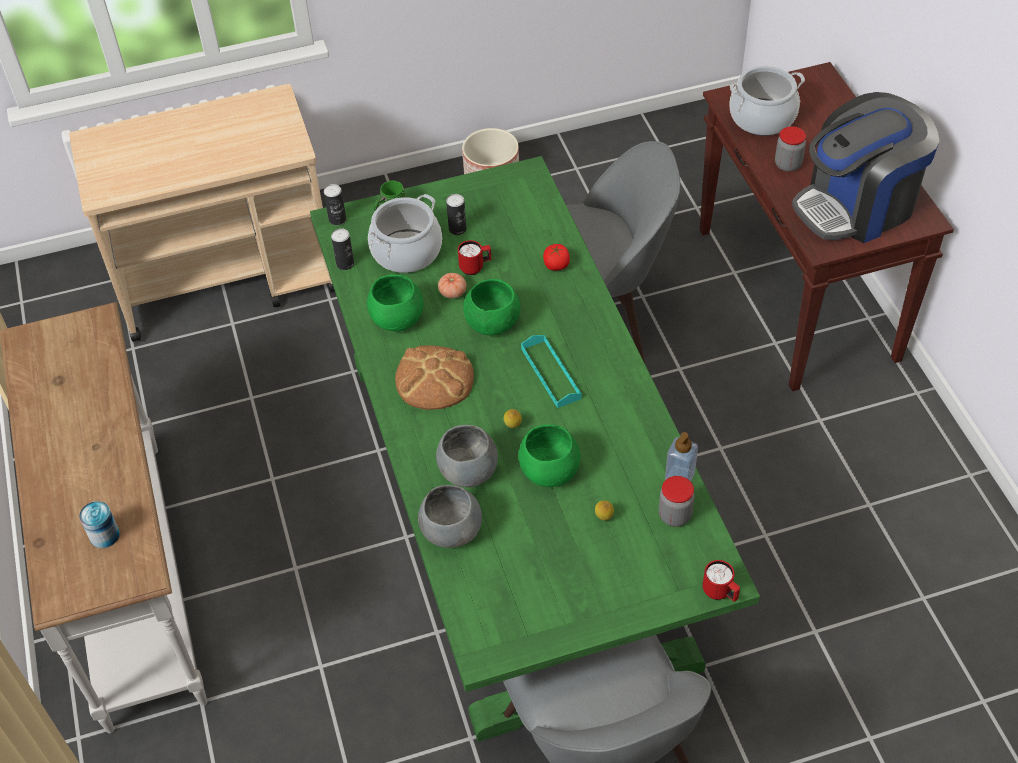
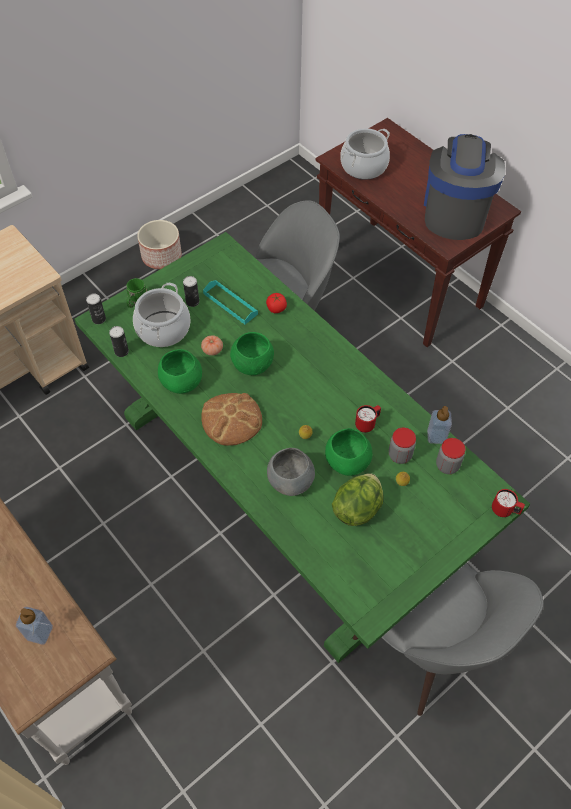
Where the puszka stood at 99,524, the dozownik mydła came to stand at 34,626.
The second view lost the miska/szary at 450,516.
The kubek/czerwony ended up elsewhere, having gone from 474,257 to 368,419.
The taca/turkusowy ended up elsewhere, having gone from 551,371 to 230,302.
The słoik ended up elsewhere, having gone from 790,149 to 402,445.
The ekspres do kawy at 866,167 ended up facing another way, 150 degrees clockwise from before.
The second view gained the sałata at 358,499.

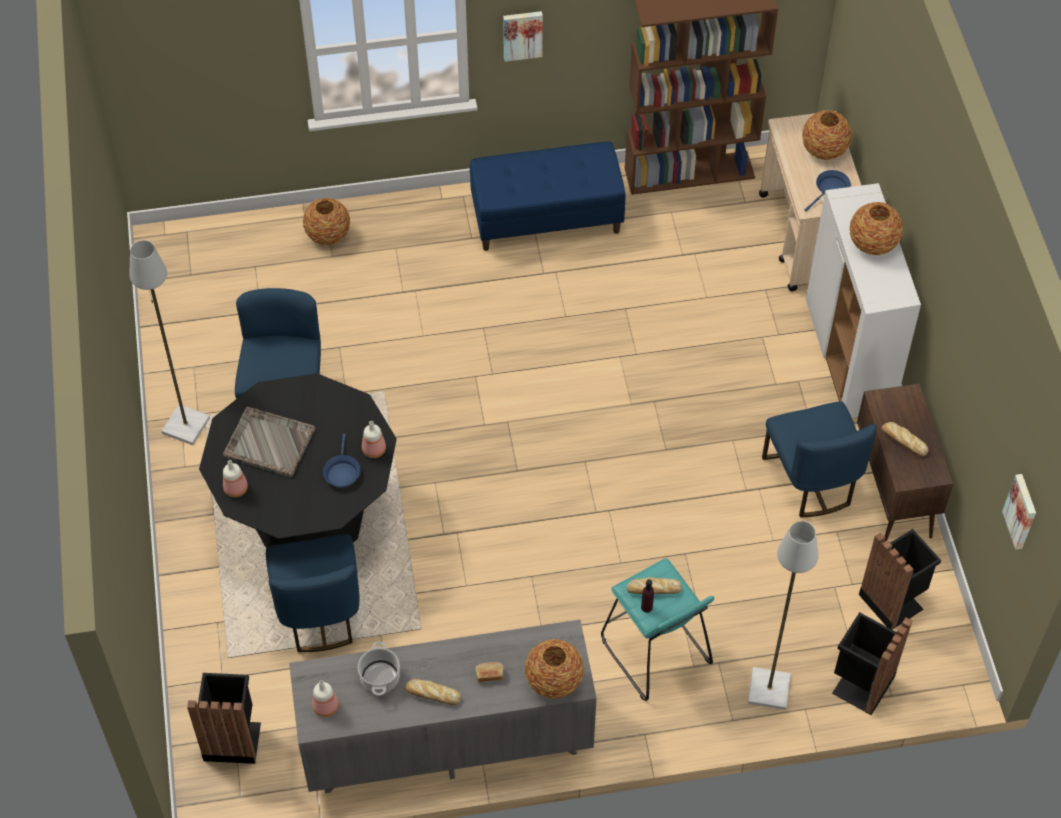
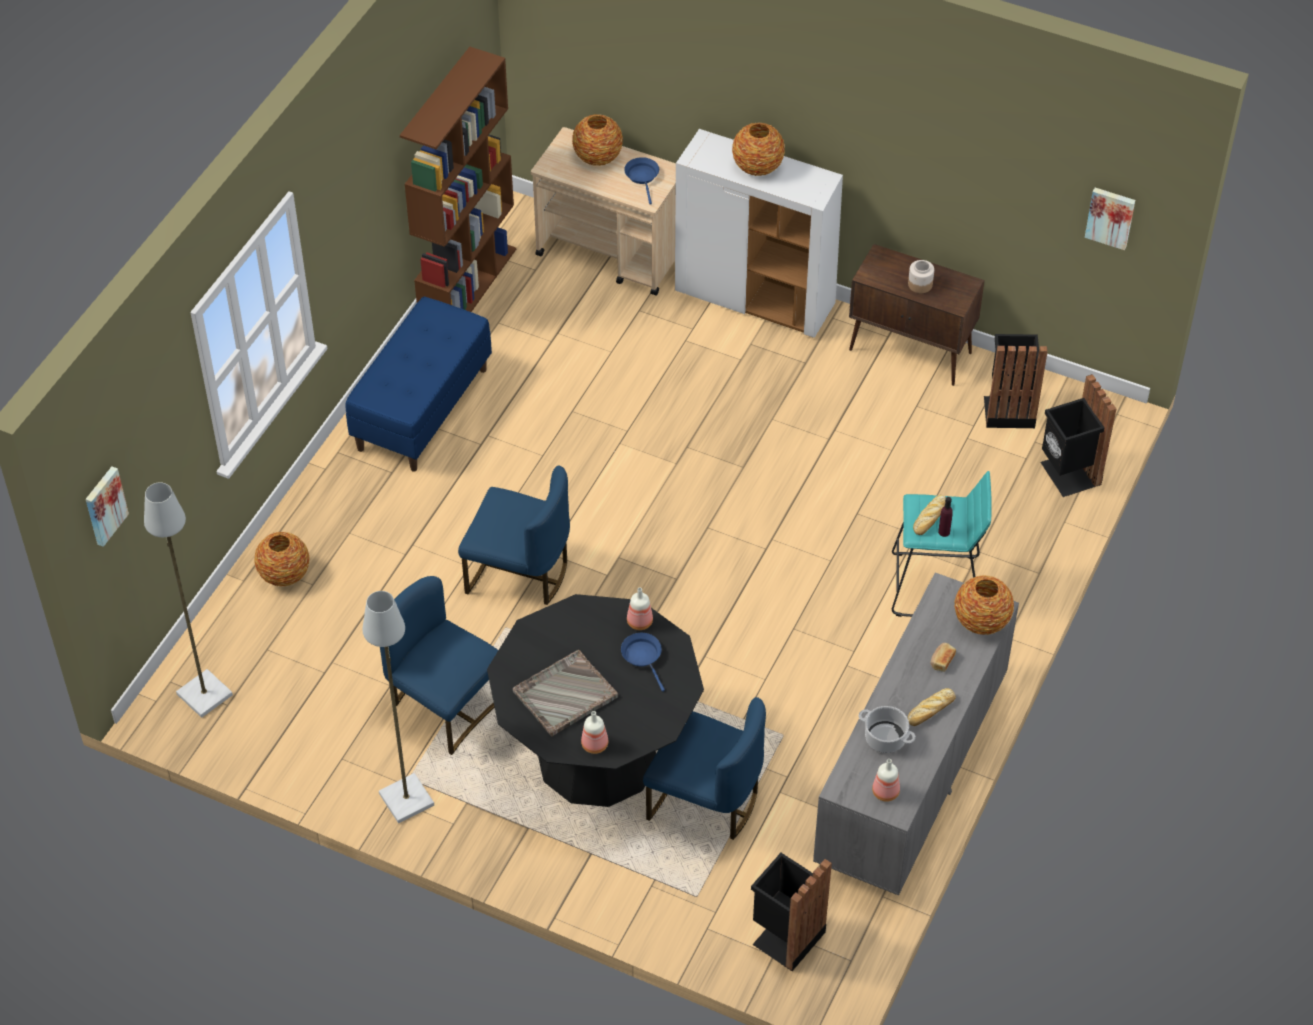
The patelnia/niebieski at 342,460 ended up facing another way, 150 degrees counterclockwise from before.
The obraz ended up elsewhere, having gone from 523,36 to 107,507.
The lampa stojąca/szary ended up elsewhere, having gone from 783,615 to 188,600.
The krzesło/niebieski ended up elsewhere, having gone from 819,459 to 514,535.
Where the chleb stood at 904,439, the słoik came to stand at 921,276.

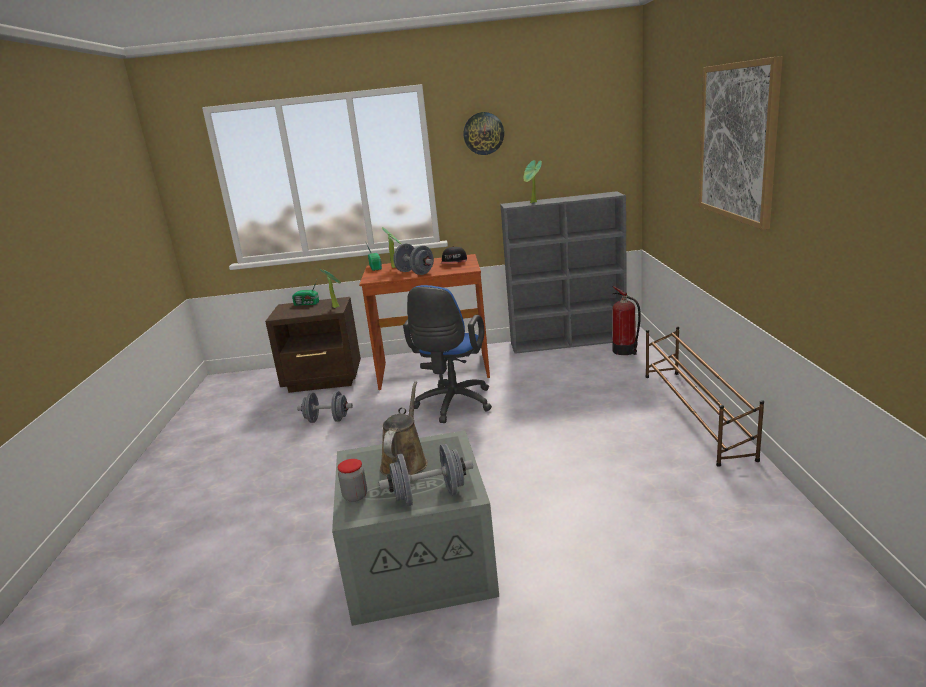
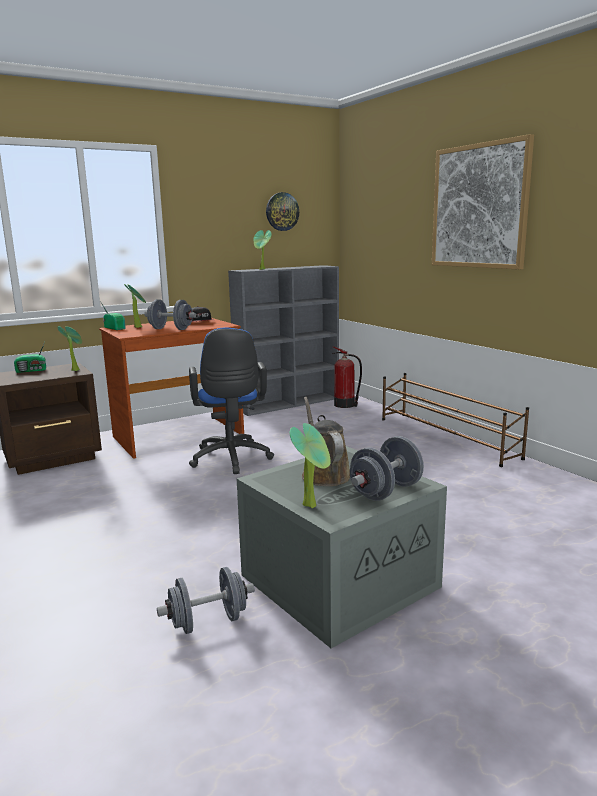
The hantel/szary ended up elsewhere, having gone from 325,407 to 206,600.
Where the słoik stood at 352,480, the roślina doniczkowa came to stand at 310,465.
The zegar ścienny ended up elsewhere, having gone from 484,133 to 282,211.

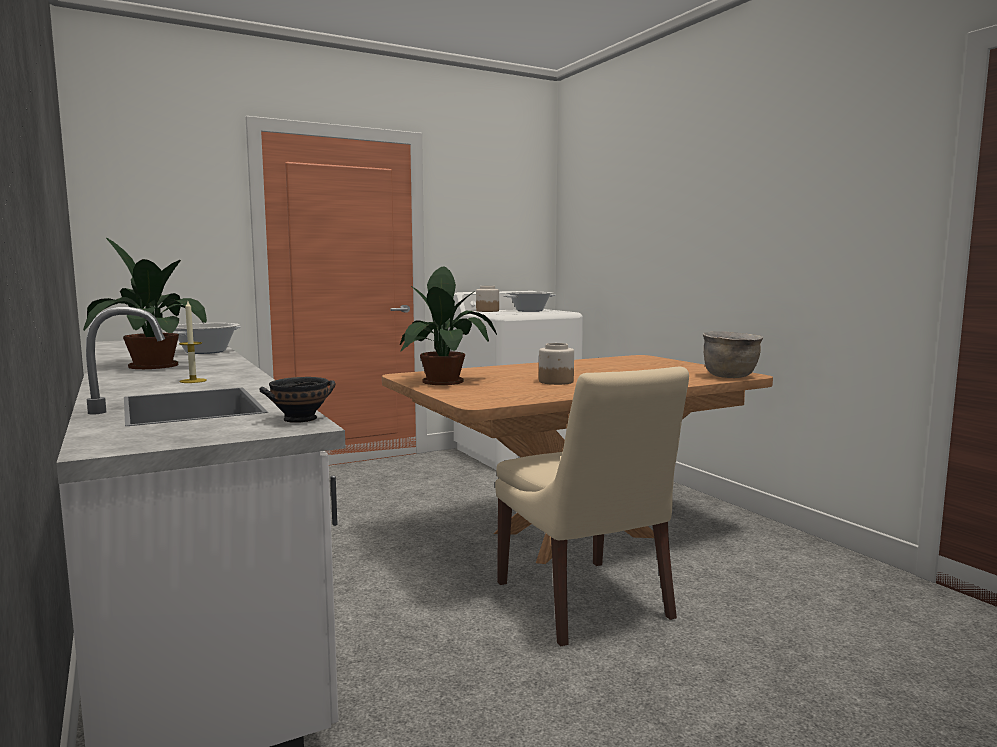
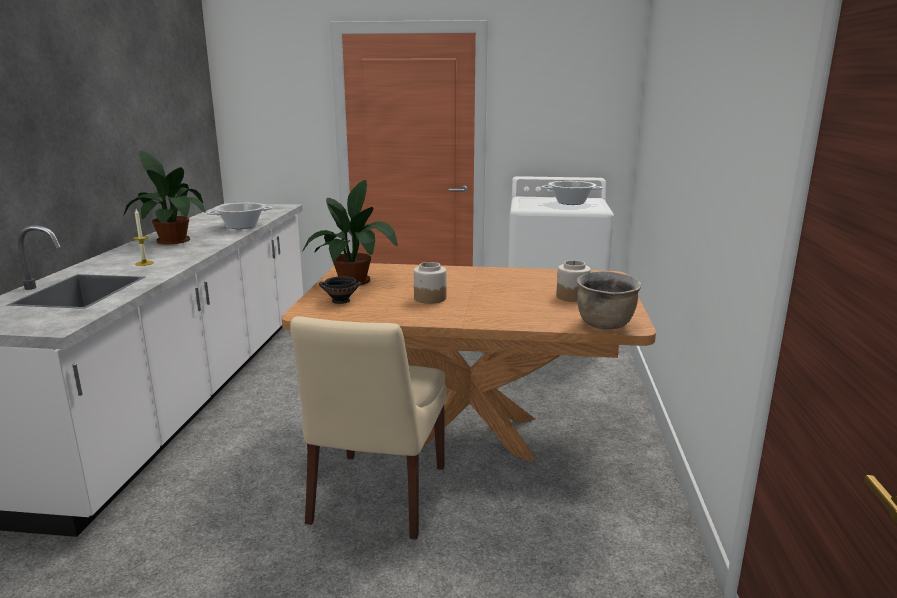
The miska/czarny ended up elsewhere, having gone from 297,400 to 340,290.
The słoik ended up elsewhere, having gone from 487,299 to 573,281.

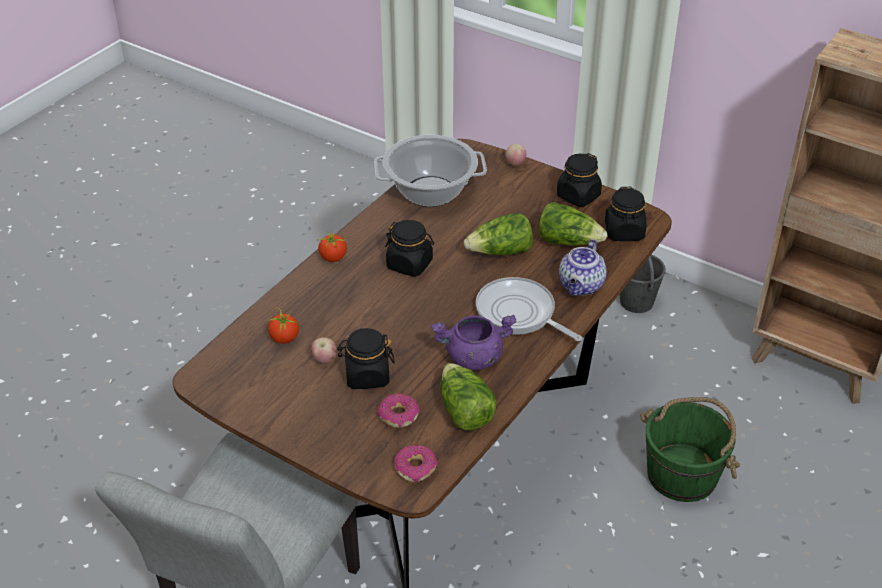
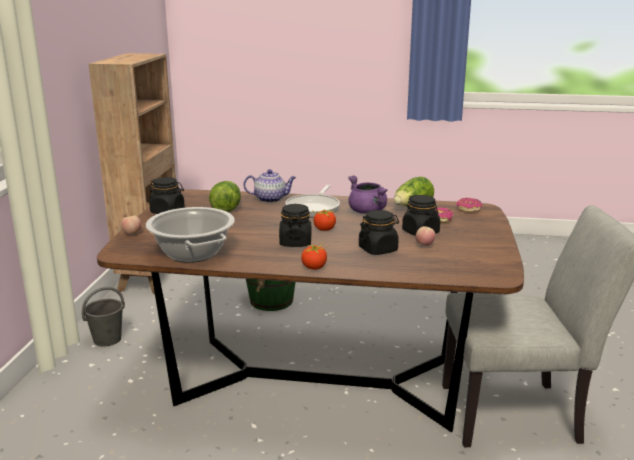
The pomidor ended up elsewhere, having gone from 282,326 to 324,220.
The second view lost the sałata at 498,234.
The słoik/czarny ended up elsewhere, having gone from 625,214 to 379,232.

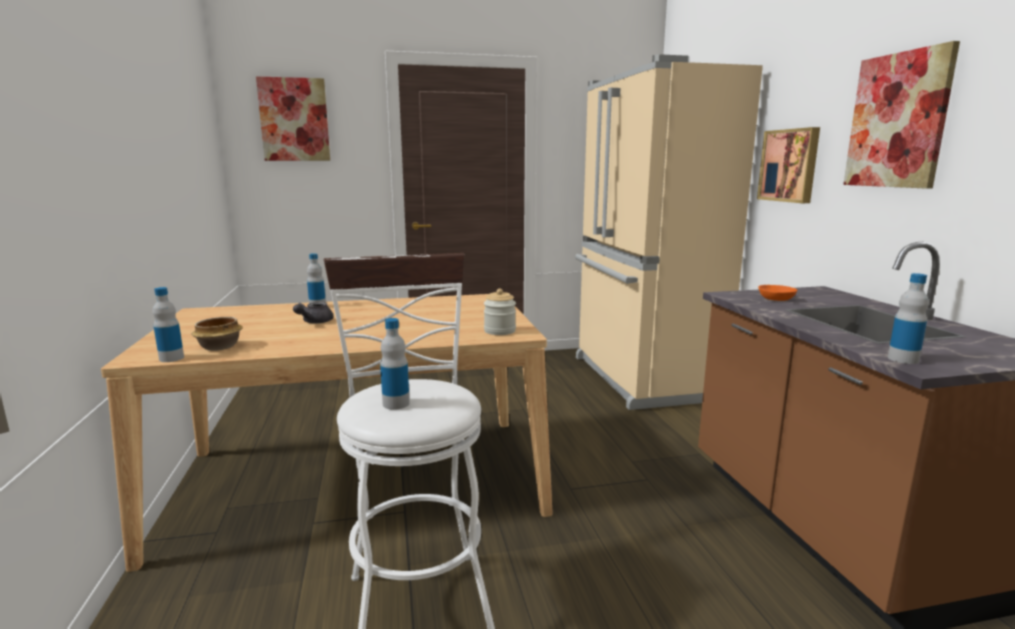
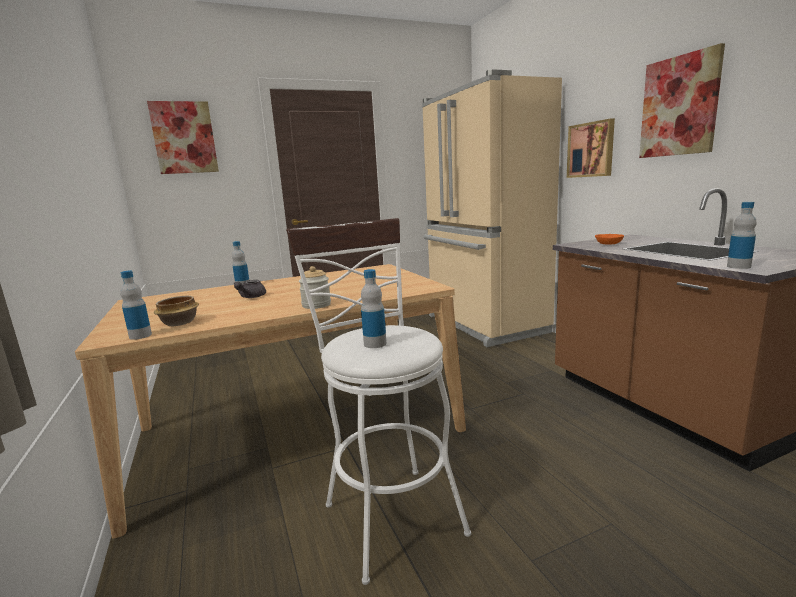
The słoik ended up elsewhere, having gone from 500,311 to 315,287.

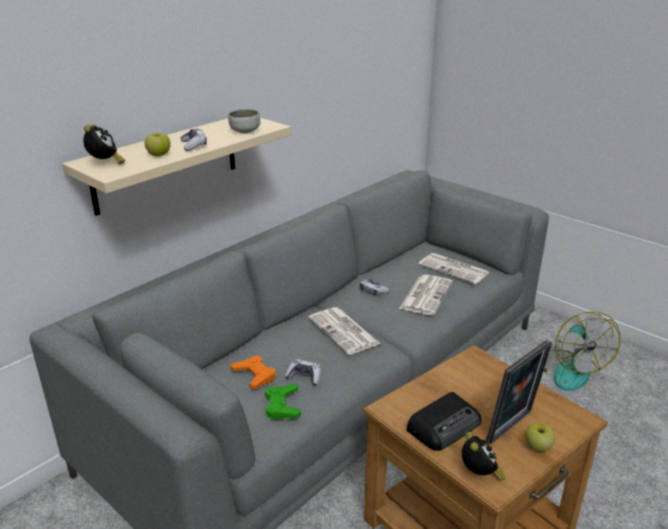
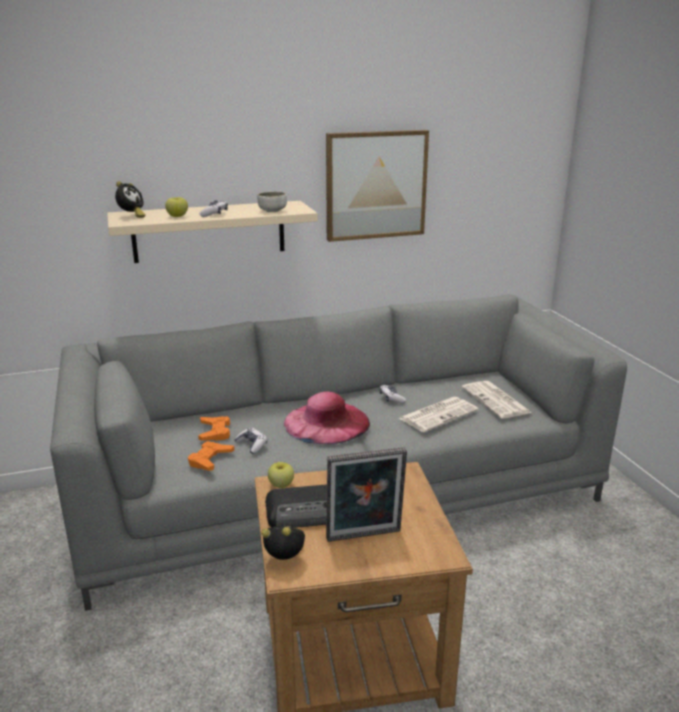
What was the pad do gier/zielony at 283,401 turned into the pad do gier/pomarańczowy at 211,456.
Where the gazeta stood at 345,331, the kapelusz/różowy came to stand at 327,418.
The budzik at 484,456 ended up facing another way, 105 degrees counterclockwise from before.
The jabłko ended up elsewhere, having gone from 540,437 to 281,475.
The second view lost the wentylator at 581,351.
The second view gained the obraz at 377,186.

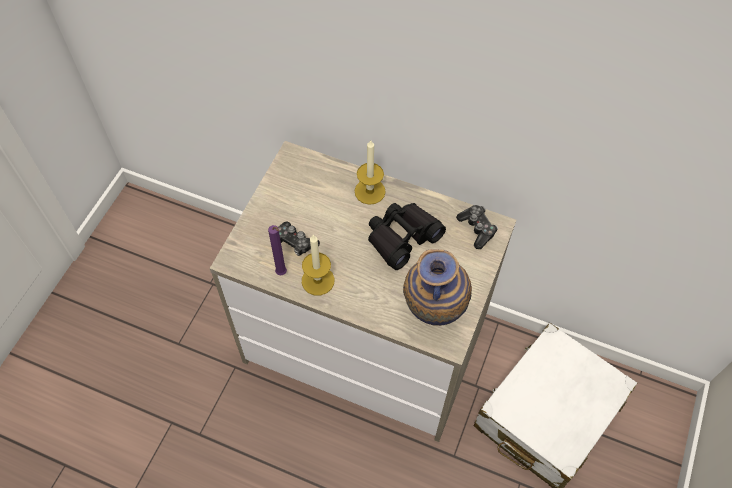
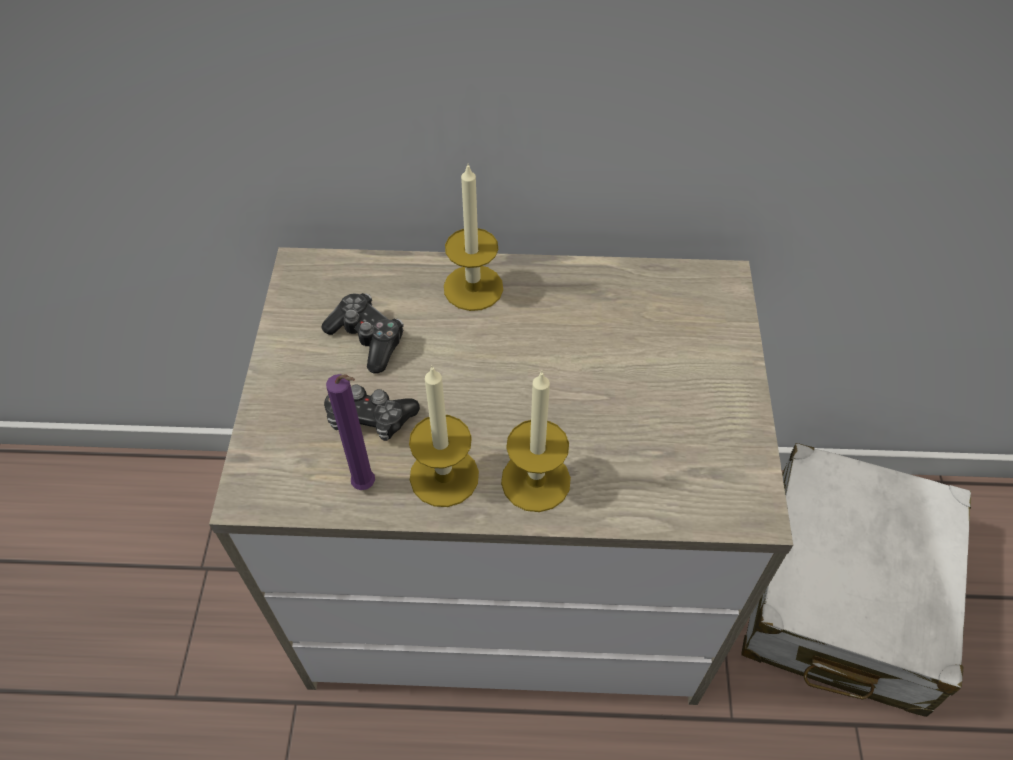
The second view lost the lornetka/czarny at 407,236.
The second view lost the wazon at 437,287.
The pad do gier ended up elsewhere, having gone from 477,227 to 362,333.
The second view gained the świeca at 536,441.

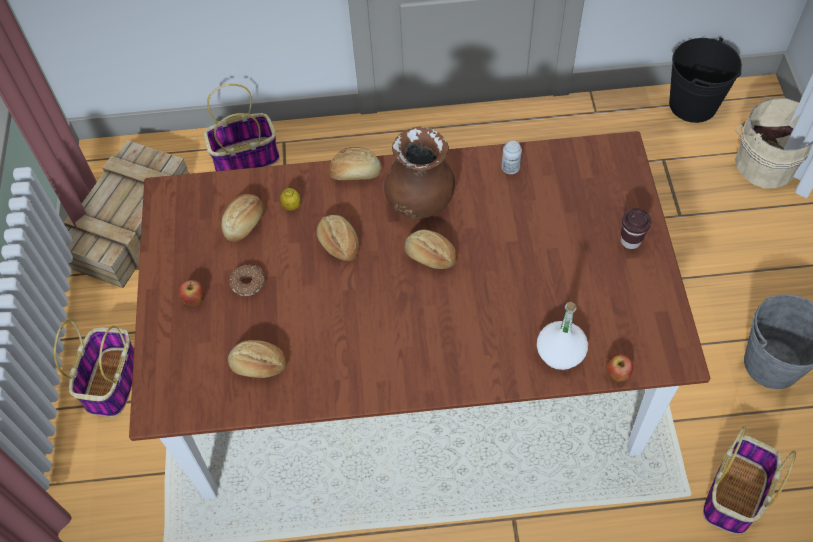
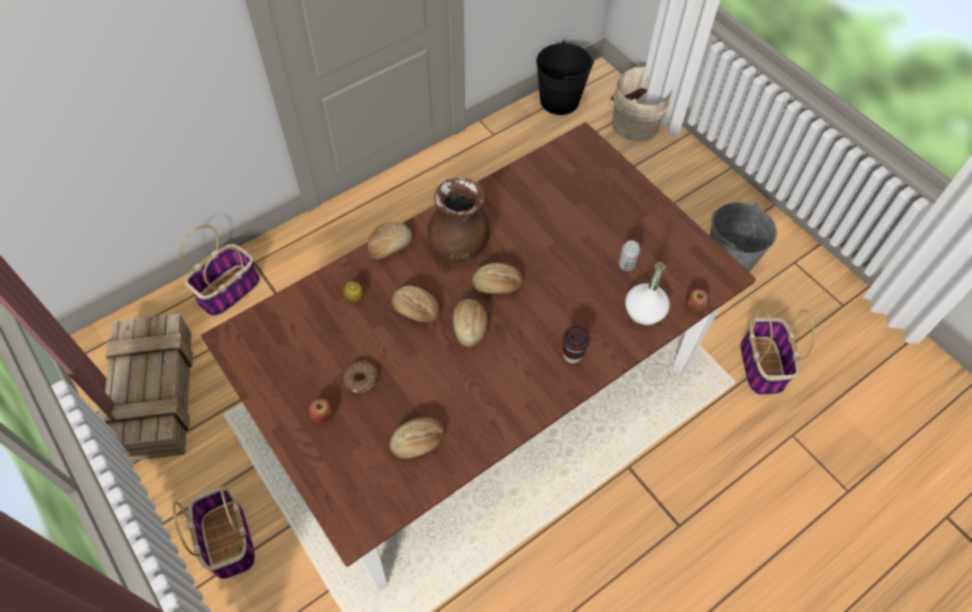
The chleb ended up elsewhere, having gone from 242,217 to 470,323.
The puszka ended up elsewhere, having gone from 512,157 to 629,255.
The filiżanka/brązowy ended up elsewhere, having gone from 636,228 to 576,344.

